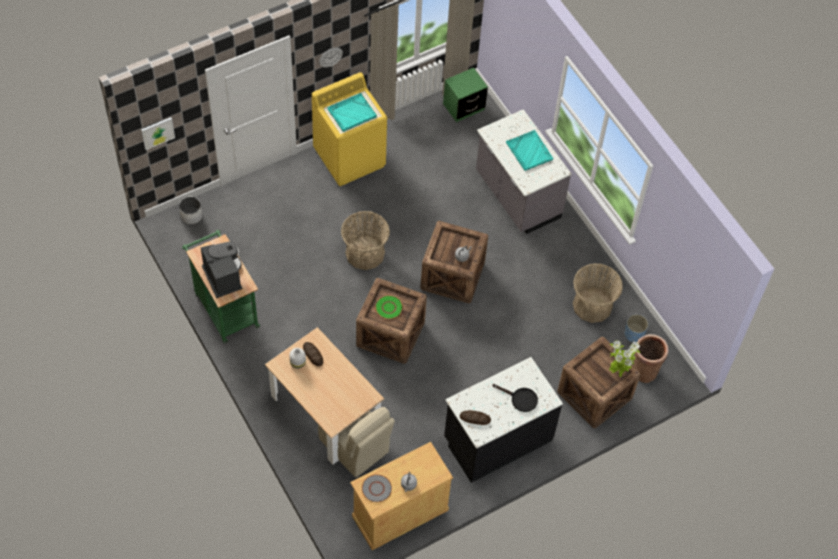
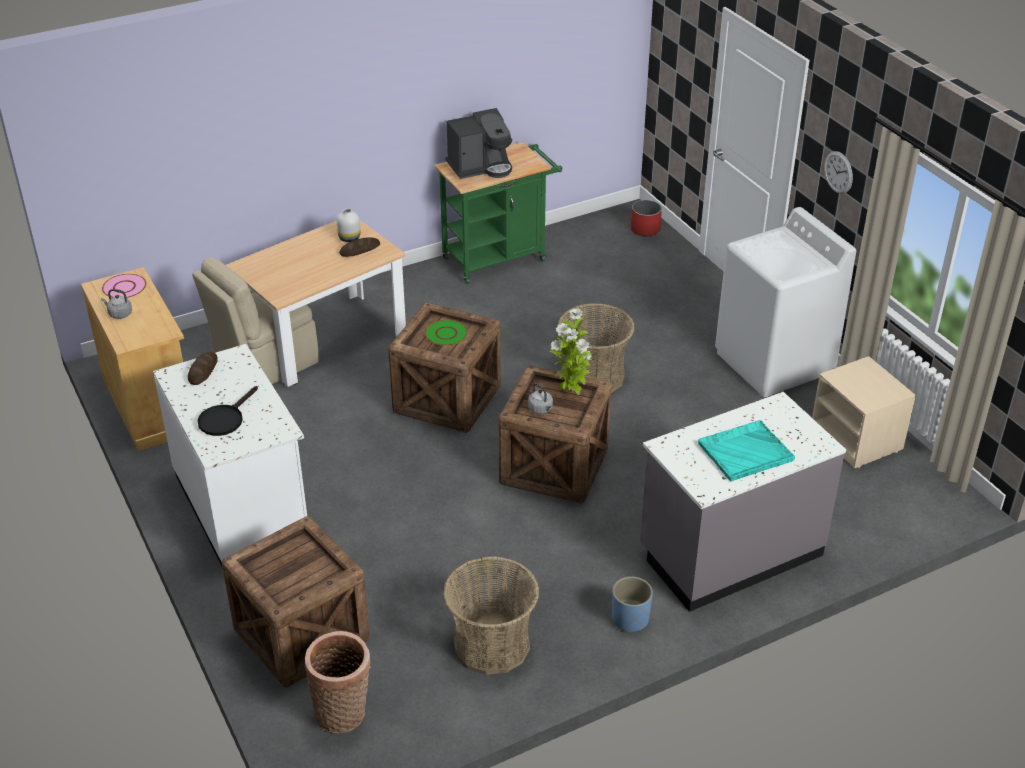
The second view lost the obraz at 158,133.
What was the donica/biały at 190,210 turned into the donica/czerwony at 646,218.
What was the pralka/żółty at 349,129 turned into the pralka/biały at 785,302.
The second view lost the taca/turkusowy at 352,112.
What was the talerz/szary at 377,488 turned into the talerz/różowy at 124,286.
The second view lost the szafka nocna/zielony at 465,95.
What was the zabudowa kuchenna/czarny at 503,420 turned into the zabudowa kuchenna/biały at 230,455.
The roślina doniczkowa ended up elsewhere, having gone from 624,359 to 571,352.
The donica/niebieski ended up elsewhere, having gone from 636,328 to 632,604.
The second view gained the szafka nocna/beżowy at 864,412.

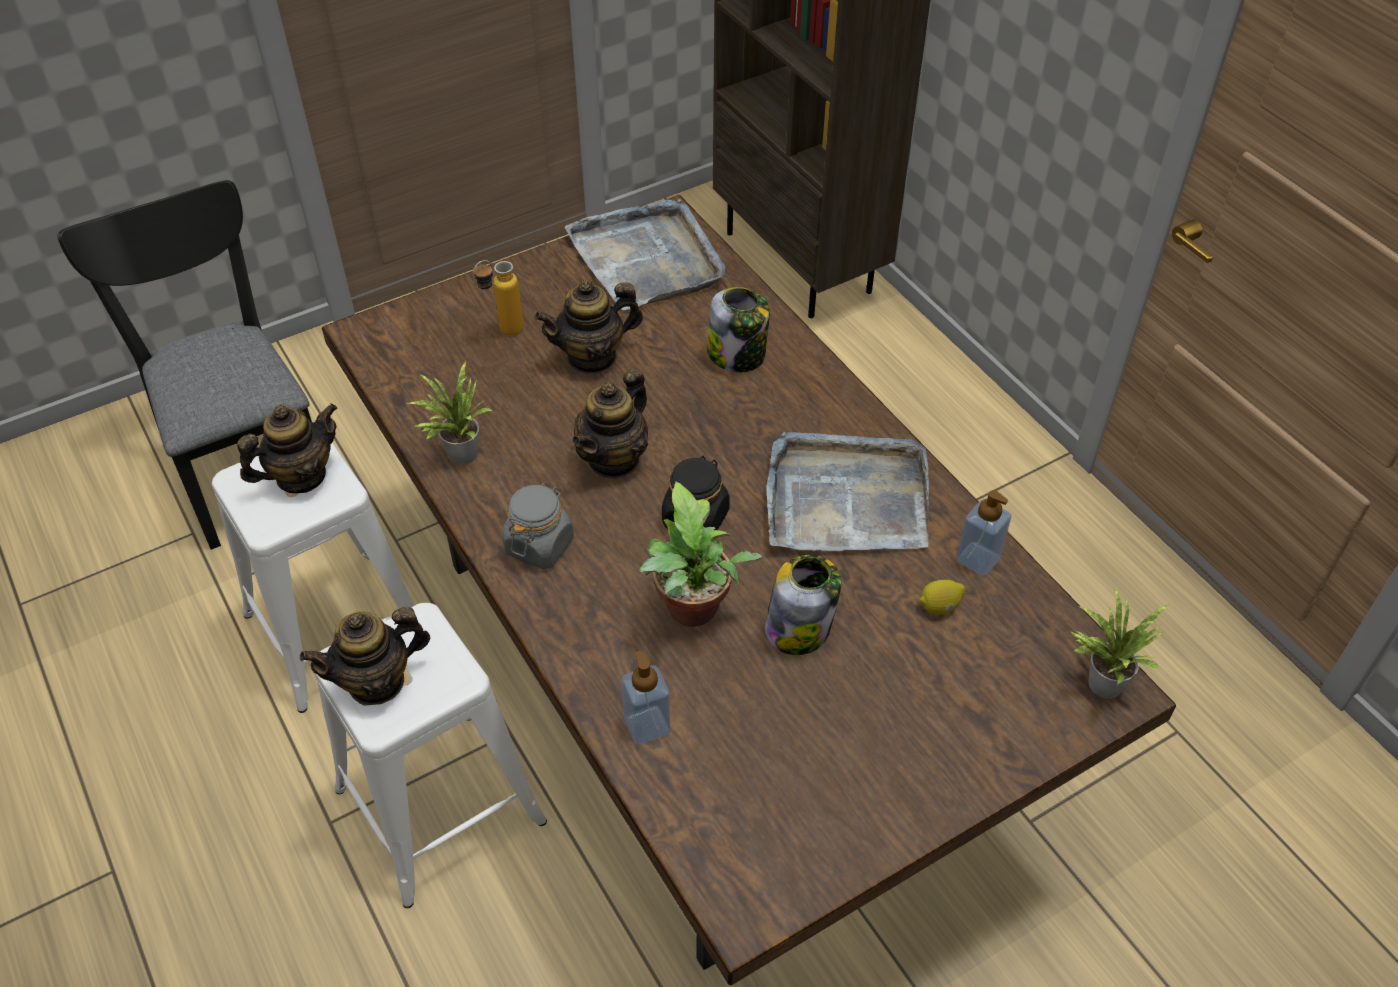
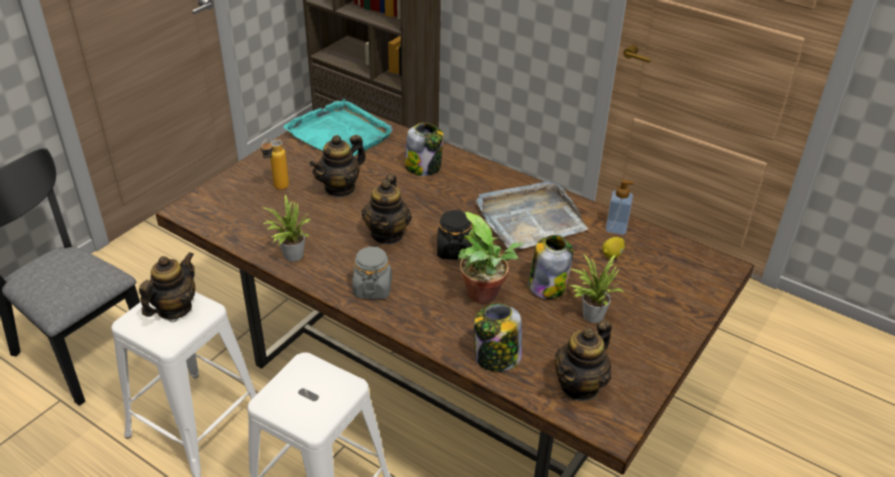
The imbryk ended up elsewhere, having gone from 365,656 to 583,361.
What was the taca/szary at 645,254 turned into the taca/turkusowy at 338,127.
Where the dozownik mydła stood at 645,697, the słoik came to stand at 498,338.
The roślina doniczkowa ended up elsewhere, having gone from 1119,643 to 596,288.

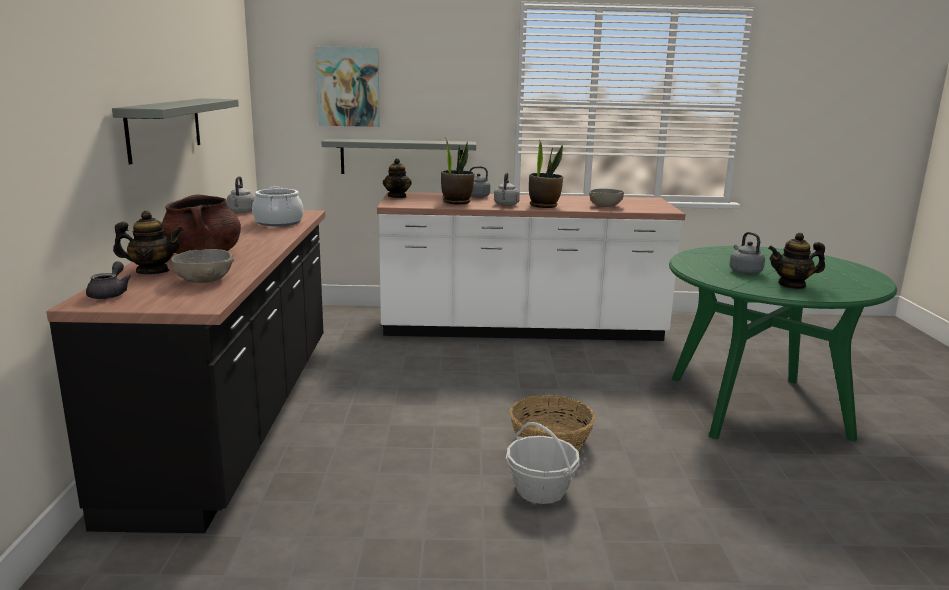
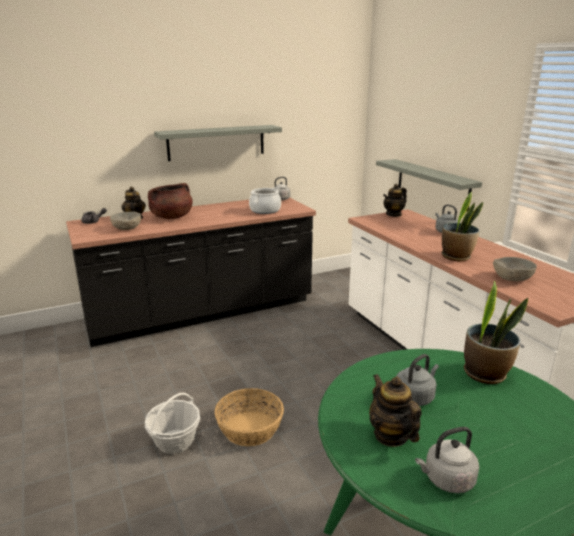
The second view lost the obraz at 347,86.
The roślina doniczkowa ended up elsewhere, having gone from 458,172 to 496,332.
The czajnik/szary ended up elsewhere, having gone from 507,189 to 447,460.

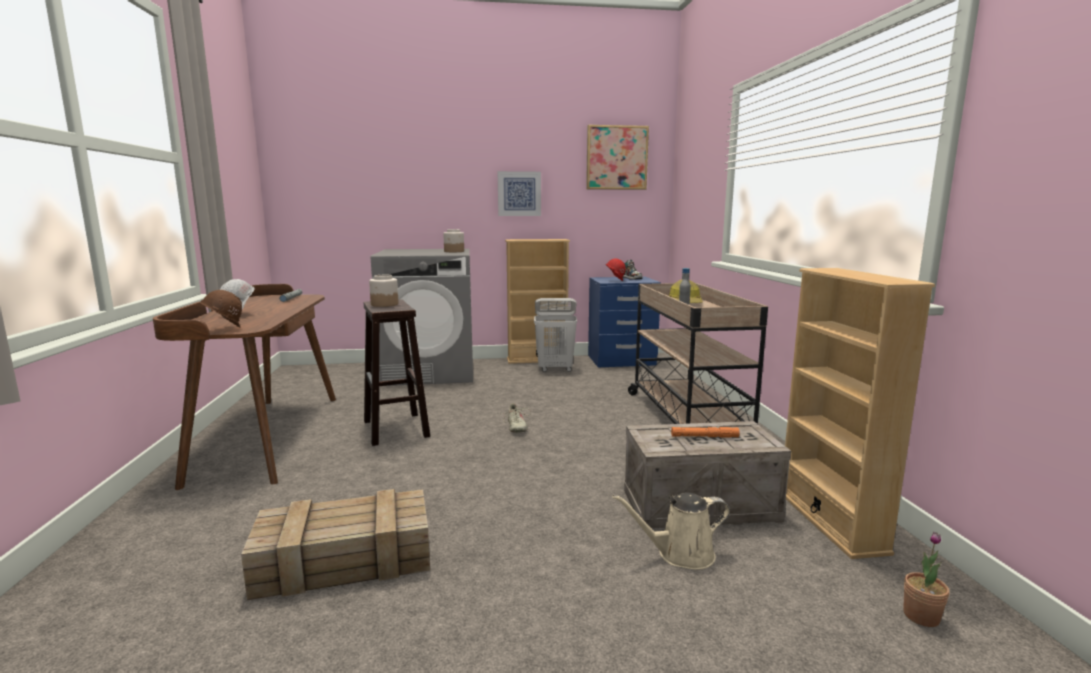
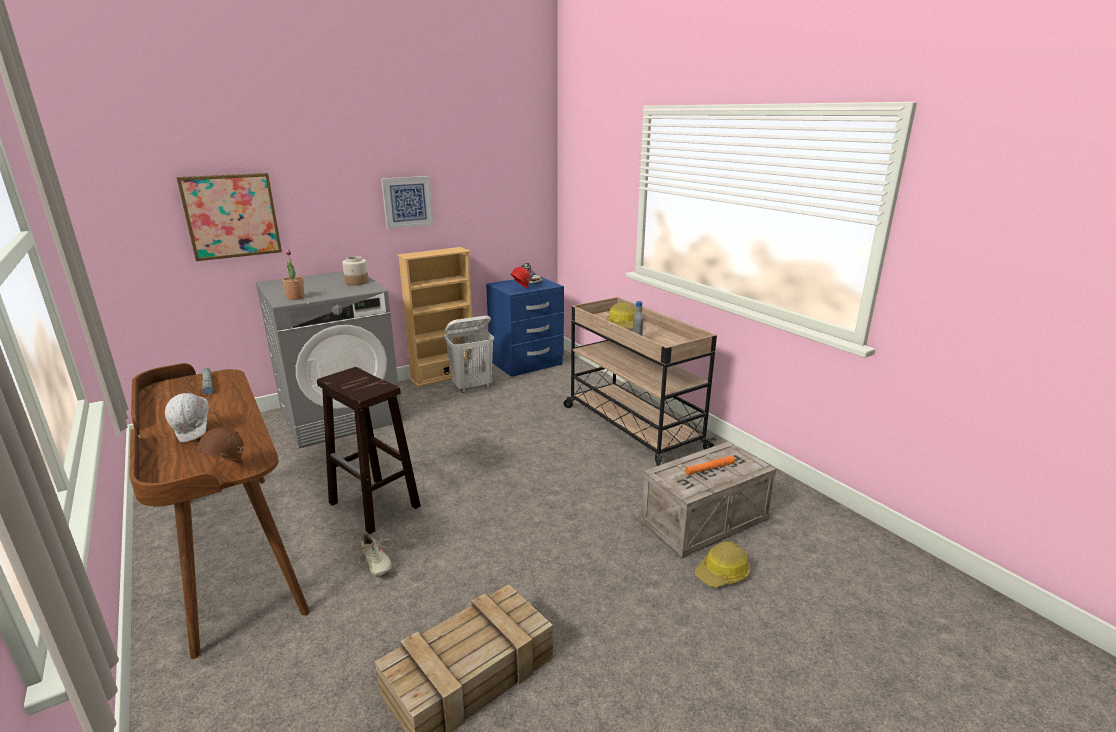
The second view lost the słoik at 384,291.
The but/beżowy ended up elsewhere, having gone from 516,418 to 372,554.
The obraz ended up elsewhere, having gone from 617,157 to 229,217.
Where the konewka/beżowy stood at 671,531, the kask came to stand at 722,564.
The second view lost the regał/beżowy at 860,413.
The roślina doniczkowa ended up elsewhere, having gone from 926,579 to 293,274.

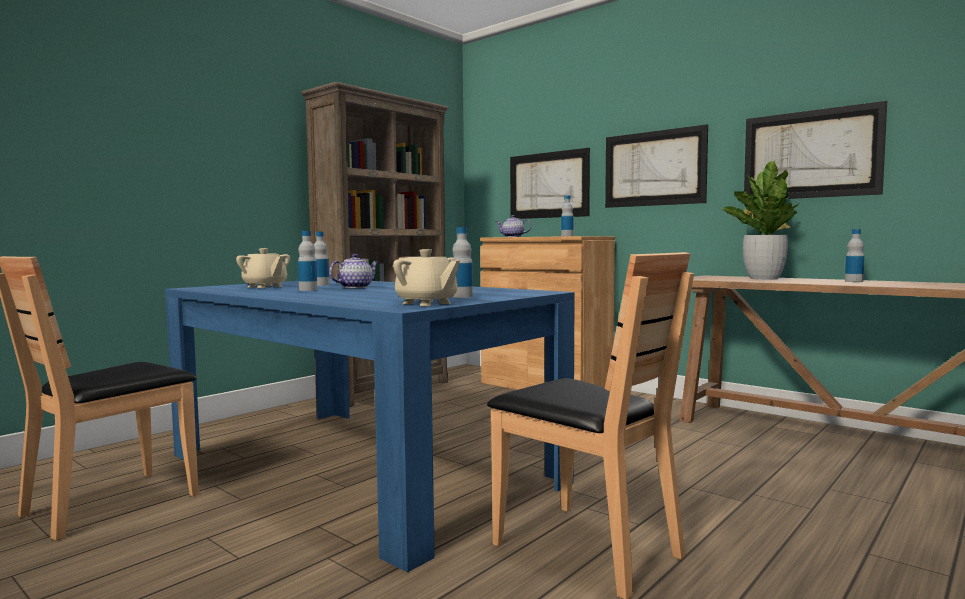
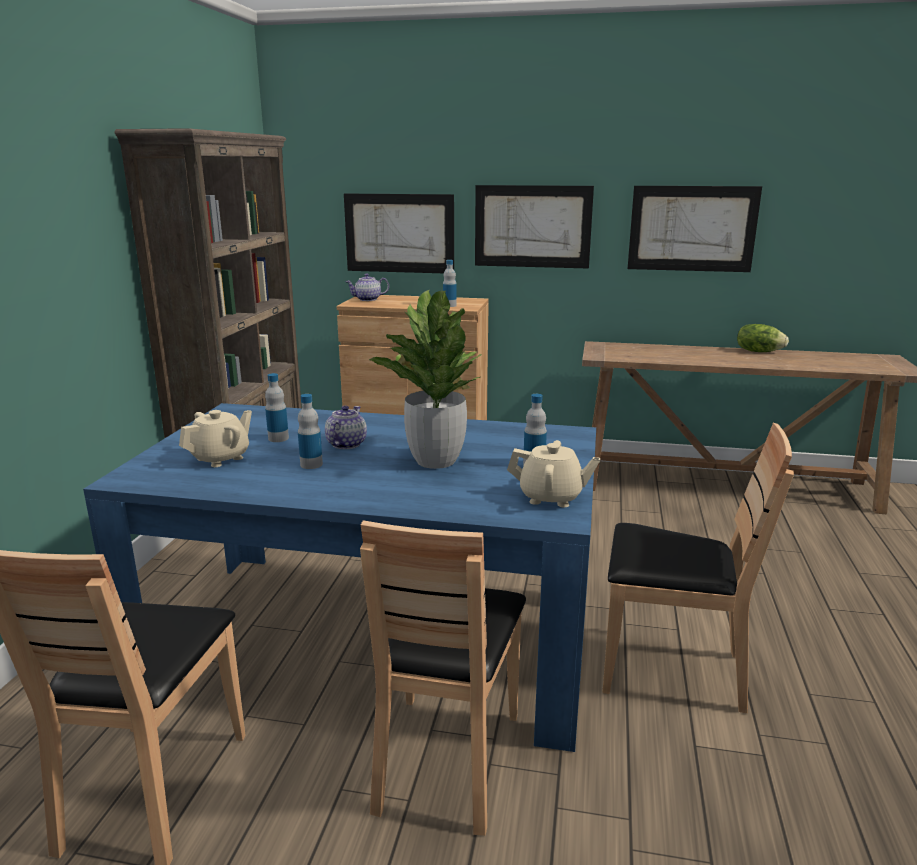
The imbryk/beżowy at 263,268 ended up facing another way, 60 degrees counterclockwise from before.
The roślina doniczkowa ended up elsewhere, having gone from 760,220 to 425,379.
The second view lost the butelka at 854,255.
The second view gained the krzesło/brązowy at 443,678.
The second view gained the sałata at 763,338.

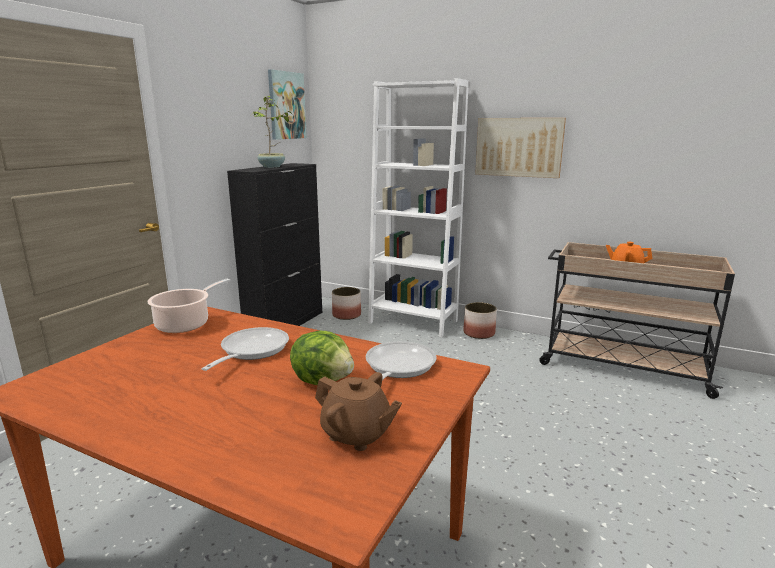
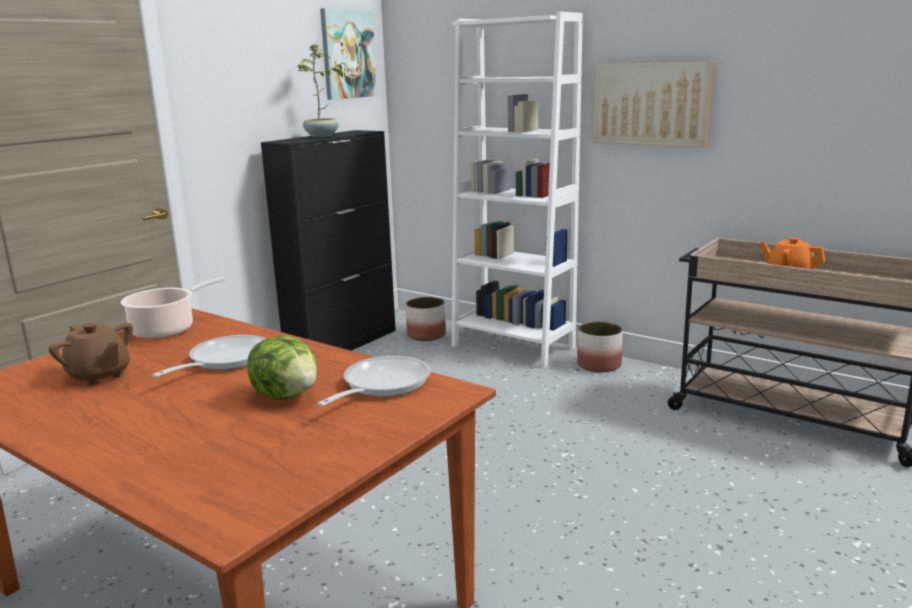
The imbryk/brązowy ended up elsewhere, having gone from 358,411 to 90,354.

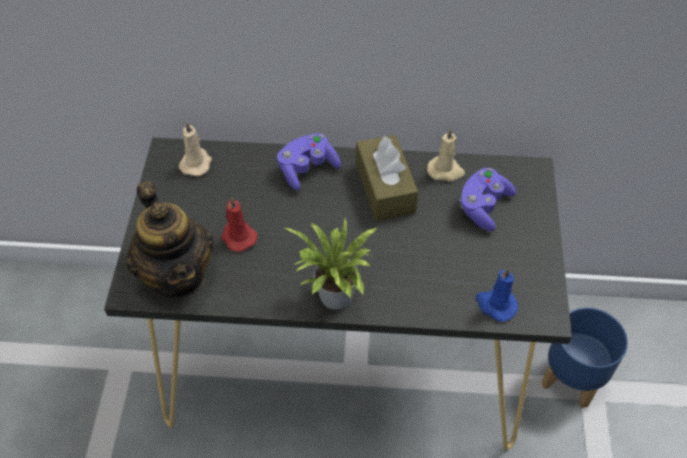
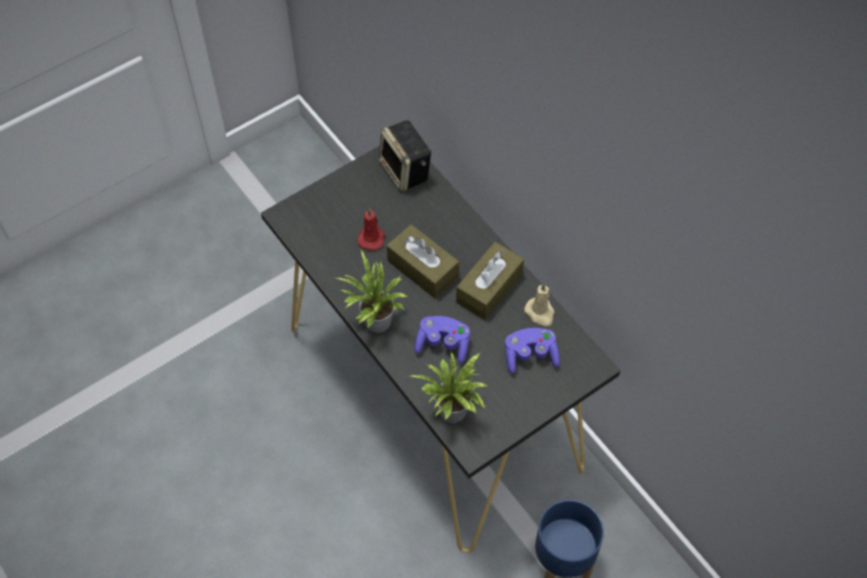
The second view lost the imbryk at 170,239.
Where the świeca/beżowy stood at 195,149, the głośnik came to stand at 405,156.
The pad do gier/fioletowy ended up elsewhere, having gone from 309,162 to 442,340.
Where the świeca/niebieski stood at 497,294, the roślina doniczkowa came to stand at 448,387.
The second view gained the pudełko chusteczek/brązowy at 423,261.

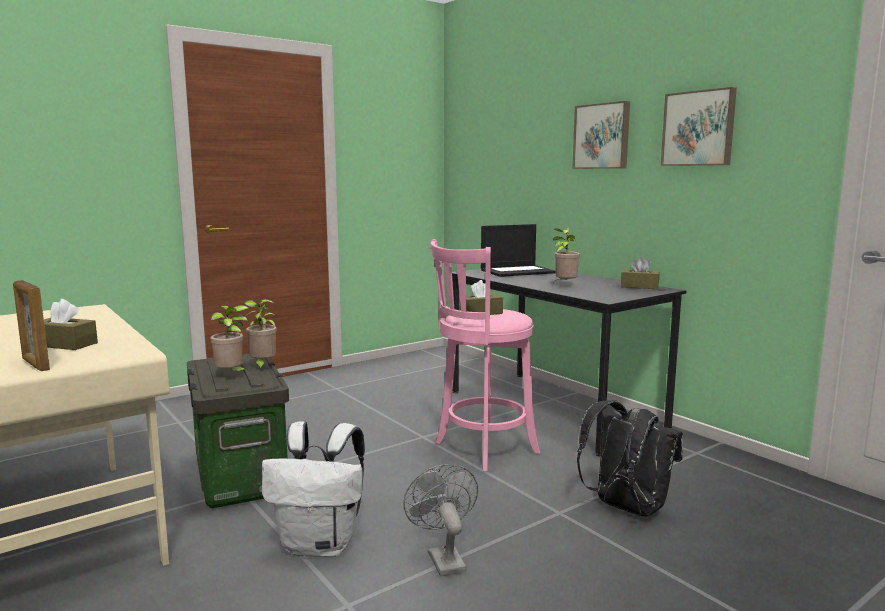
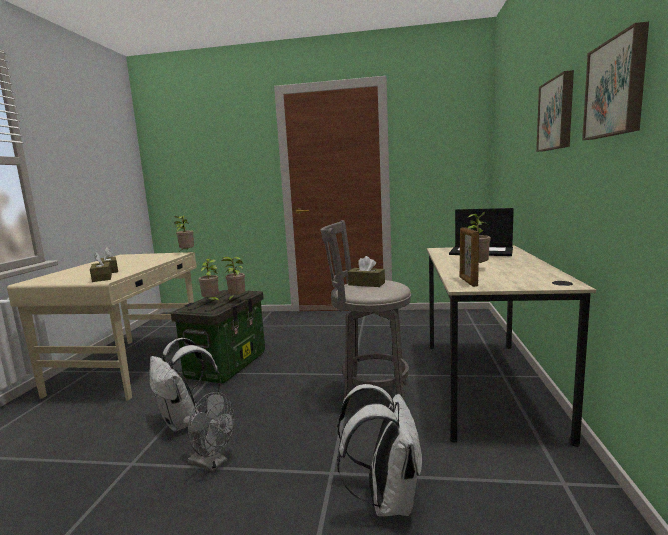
The ramka na zdjęcie ended up elsewhere, having gone from 31,325 to 469,257.
The wentylator/szary at 440,520 ended up facing another way, 90 degrees clockwise from before.
What was the stołek/różowy at 485,355 turned into the stołek/szary at 365,317.
What was the biurko/czarny at 569,362 turned into the biurko/beżowy at 511,346.
What was the plecak/czarny at 630,458 turned into the plecak/biały at 379,450.
The pudełko chusteczek/brązowy ended up elsewhere, having gone from 640,273 to 101,267.
The second view gained the roślina doniczkowa at 184,233.

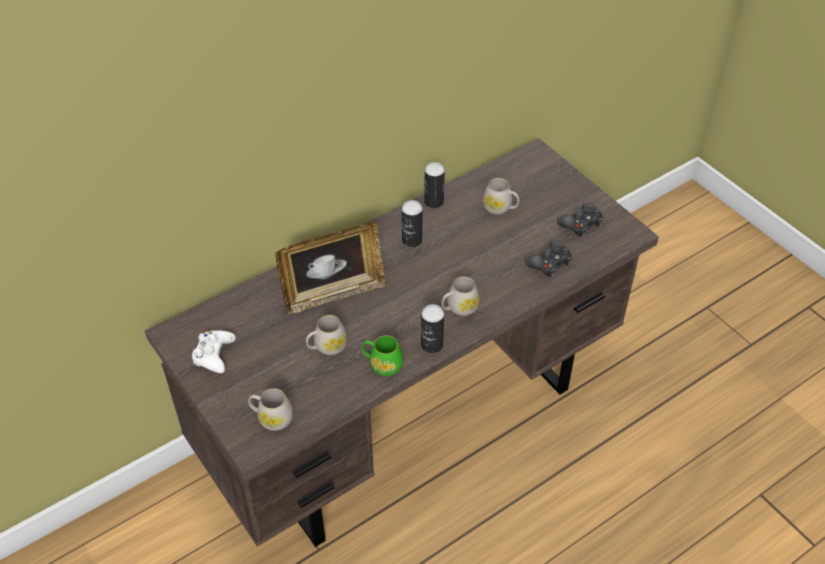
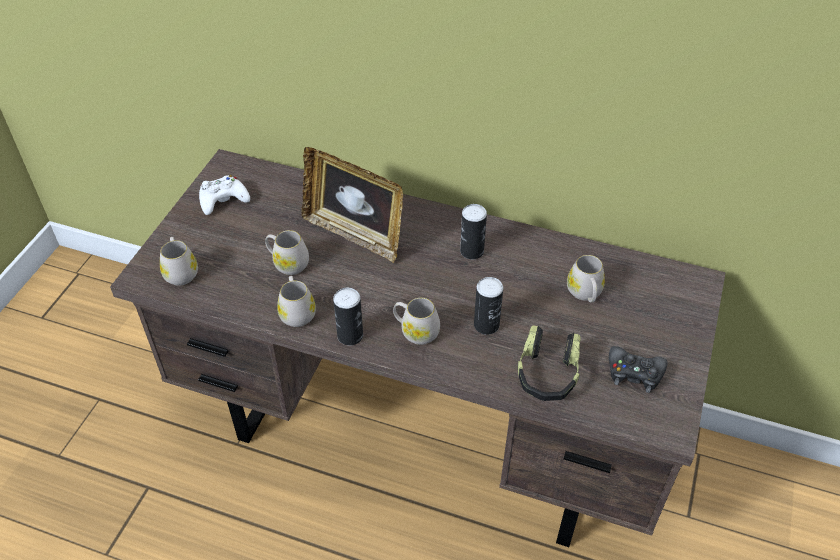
What was the kubek/zielony at 382,355 turned into the kubek/biały at 296,301.
The puszka ended up elsewhere, having gone from 434,185 to 488,306.
Where the pad do gier/czarny stood at 548,259, the słuchawki came to stand at 549,363.

